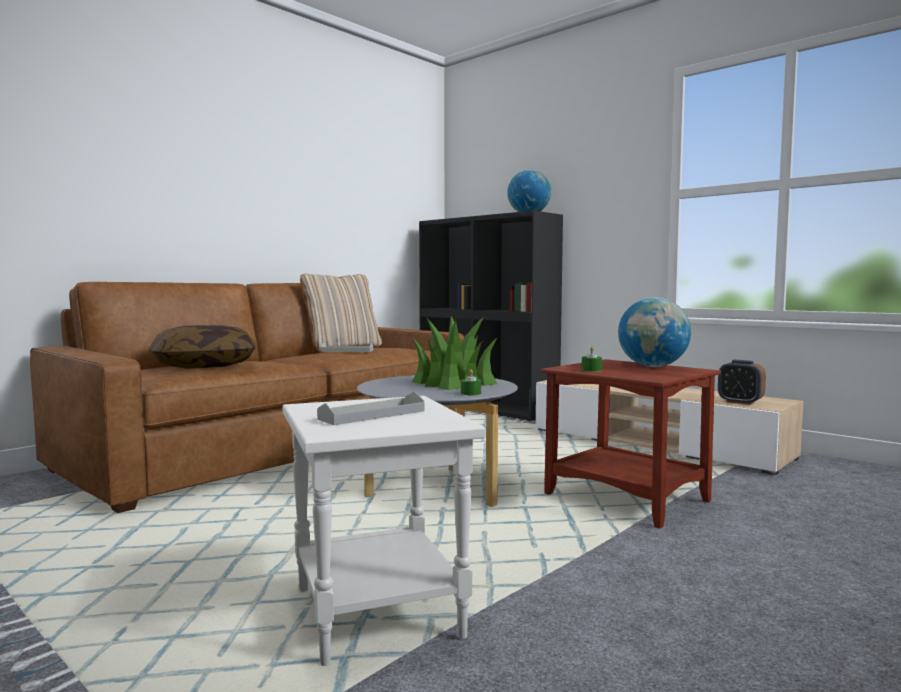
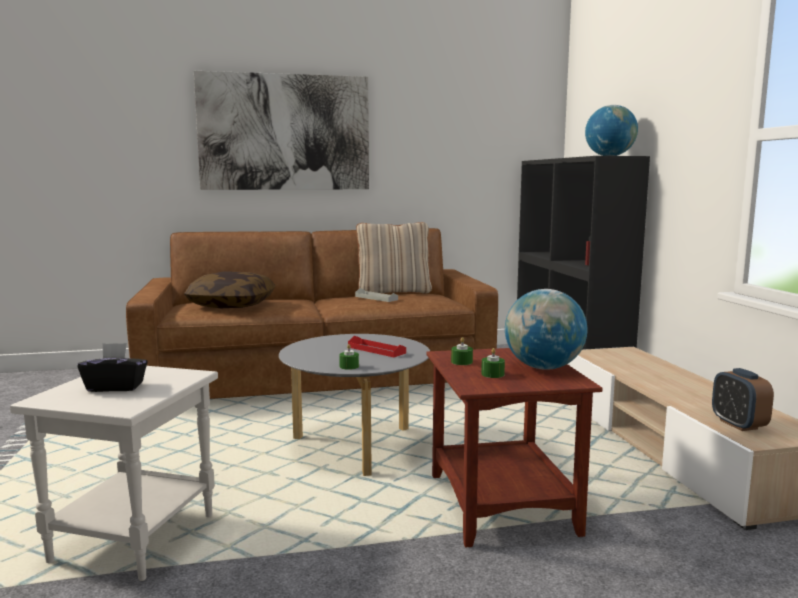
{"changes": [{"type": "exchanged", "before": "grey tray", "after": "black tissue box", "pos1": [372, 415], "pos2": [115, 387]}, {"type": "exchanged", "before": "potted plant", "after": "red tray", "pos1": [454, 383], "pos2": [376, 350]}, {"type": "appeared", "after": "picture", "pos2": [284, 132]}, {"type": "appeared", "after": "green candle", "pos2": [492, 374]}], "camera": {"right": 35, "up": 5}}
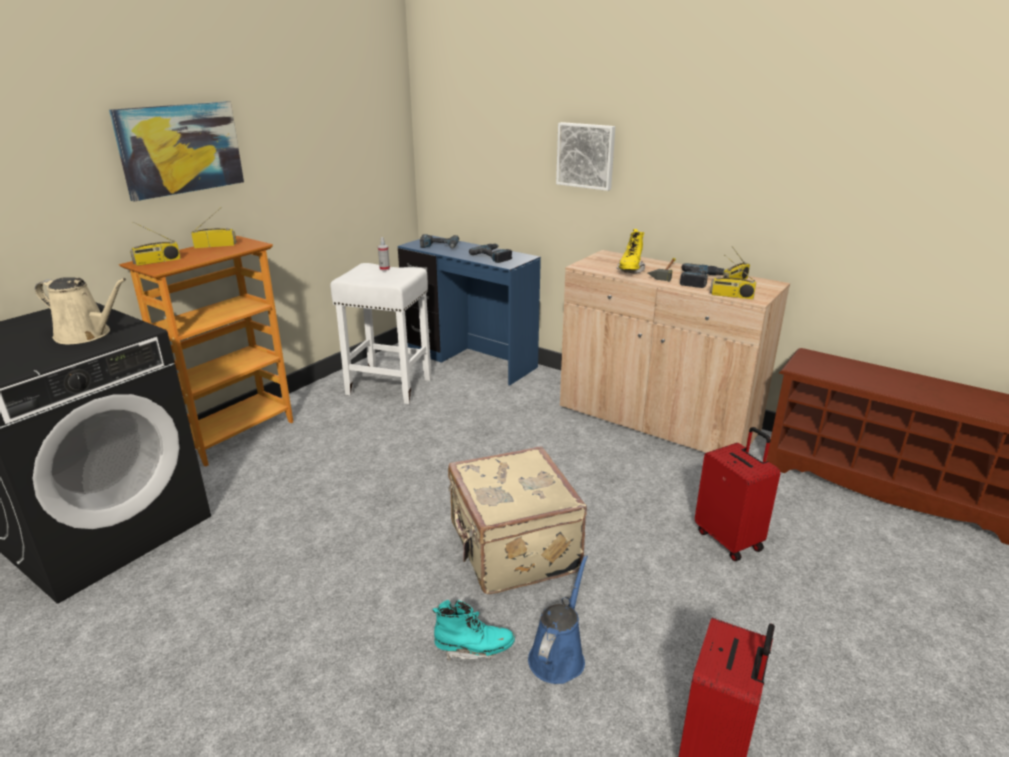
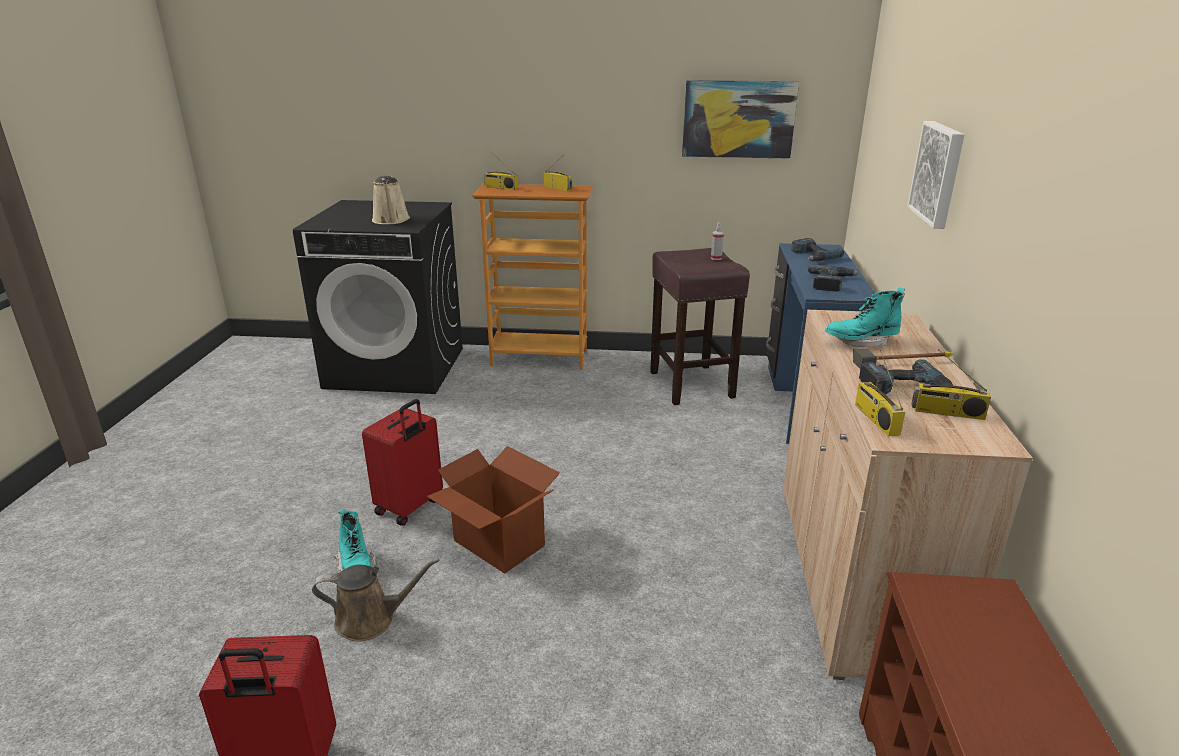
{"changes": [{"type": "relocated", "before": "picture", "pos1": [180, 149], "pos2": [738, 119]}, {"type": "colour", "before": "white stool", "after": "brown stool", "pos1": [387, 386], "pos2": [690, 384]}, {"type": "exchanged", "before": "beige suitcase", "after": "cardboard box", "pos1": [512, 549], "pos2": [498, 544]}, {"type": "colour", "before": "blue watering can", "after": "brown watering can", "pos1": [558, 655], "pos2": [371, 620]}, {"type": "colour", "before": "yellow boot", "after": "turquoise boot", "pos1": [630, 270], "pos2": [861, 342]}, {"type": "relocated", "before": "red suitcase", "pos1": [729, 539], "pos2": [410, 507]}], "camera": {"right": 60, "up": 0}}
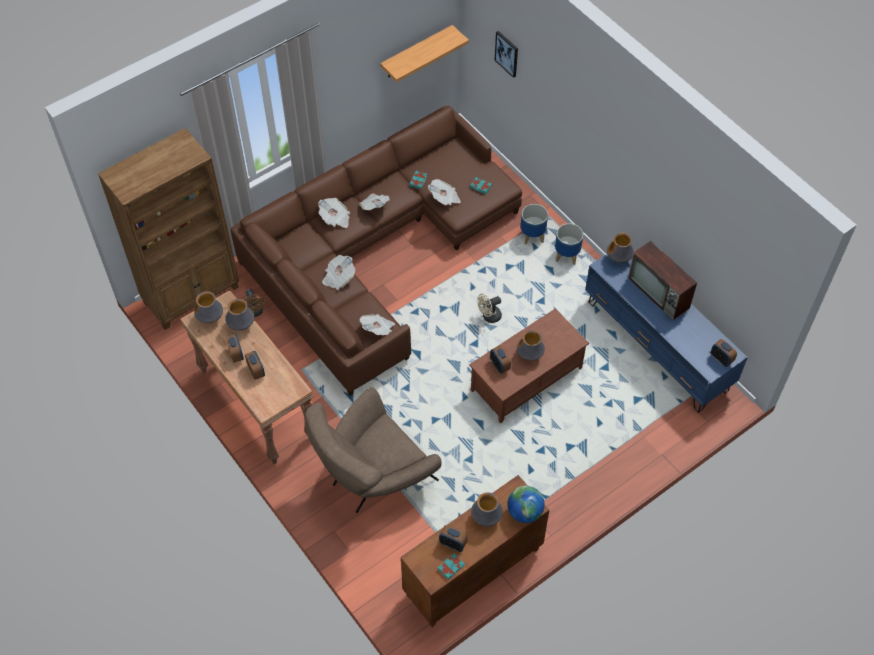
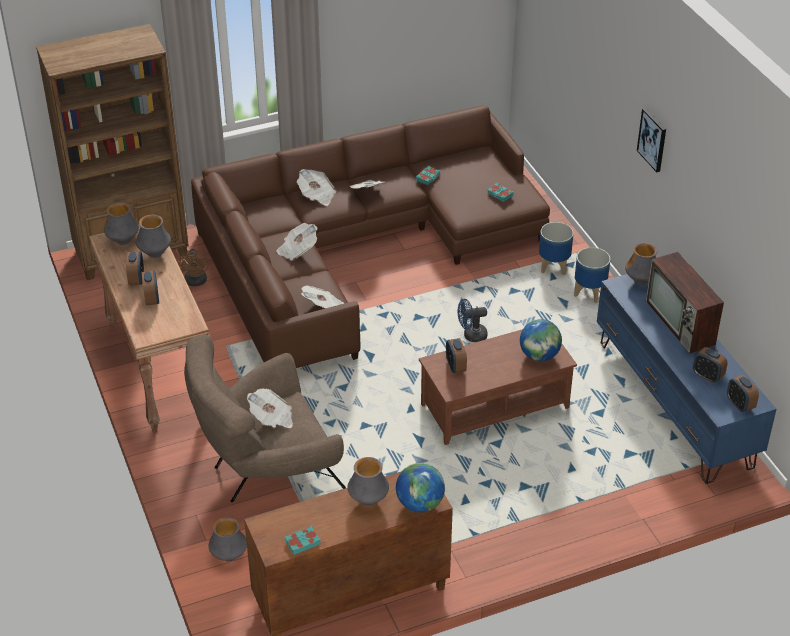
{"changes": [{"type": "missing", "before": "shelf", "pos1": [416, 52]}, {"type": "relocated", "before": "newspaper", "pos1": [444, 198], "pos2": [272, 418]}, {"type": "relocated", "before": "alarm clock", "pos1": [452, 544], "pos2": [707, 376]}, {"type": "colour", "before": "beige fan", "after": "blue fan", "pos1": [489, 317], "pos2": [471, 335]}, {"type": "relocated", "before": "picture", "pos1": [507, 53], "pos2": [652, 139]}, {"type": "relocated", "before": "vase", "pos1": [529, 355], "pos2": [229, 556]}, {"type": "appeared", "after": "globe", "pos2": [539, 355]}], "camera": {"right": 15, "up": -15}}
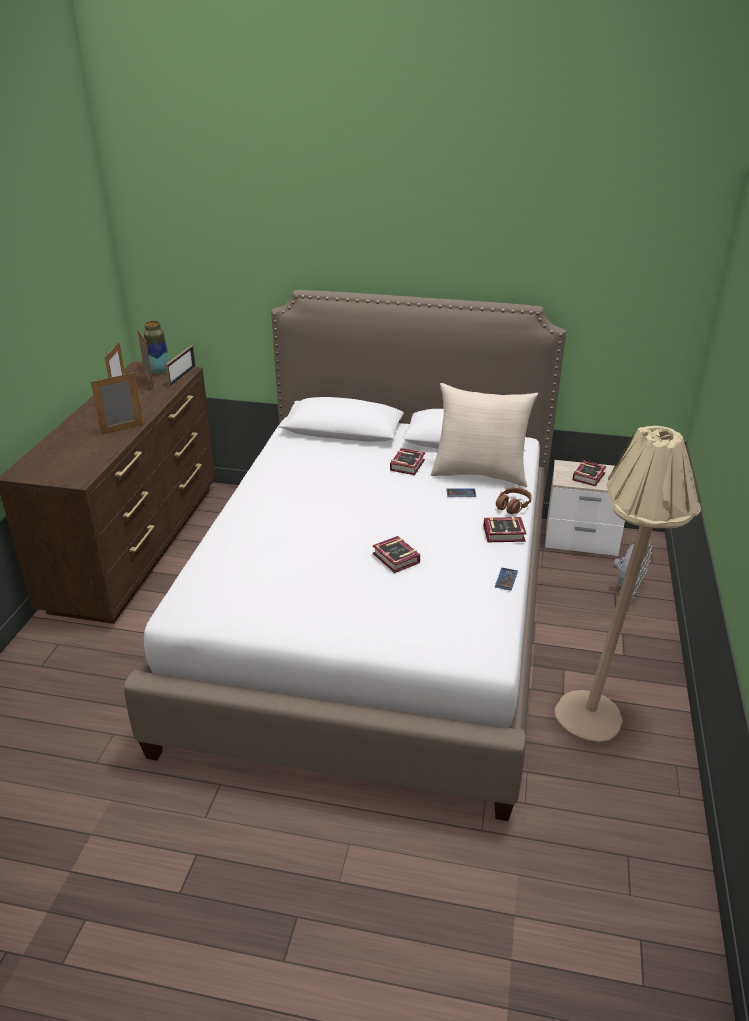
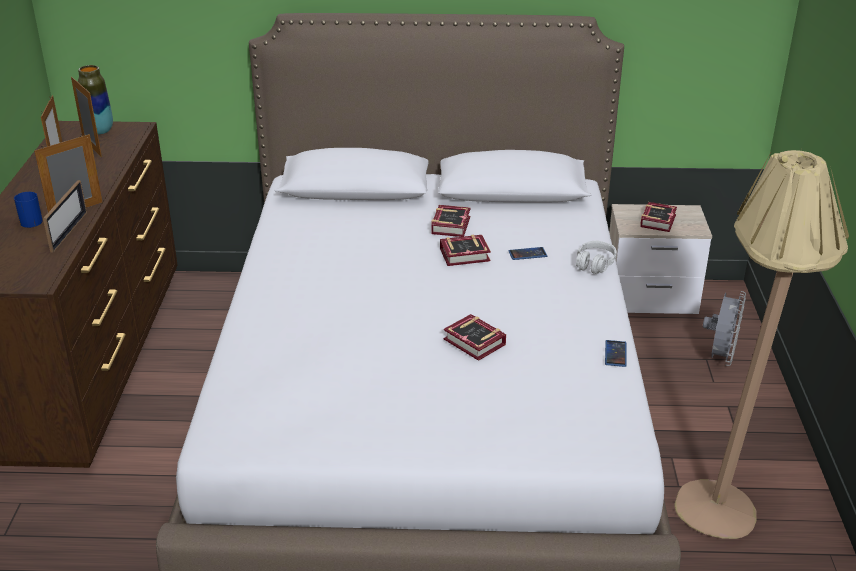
{"changes": [{"type": "relocated", "before": "picture frame", "pos1": [182, 377], "pos2": [69, 231]}, {"type": "missing", "before": "beige pillow", "pos1": [480, 474]}, {"type": "relocated", "before": "book", "pos1": [506, 534], "pos2": [467, 255]}, {"type": "colour", "before": "brown headphones", "after": "grey headphones", "pos1": [512, 506], "pos2": [594, 264]}, {"type": "appeared", "after": "blue mug", "pos2": [29, 221]}], "camera": {"right": -10, "up": 0}}
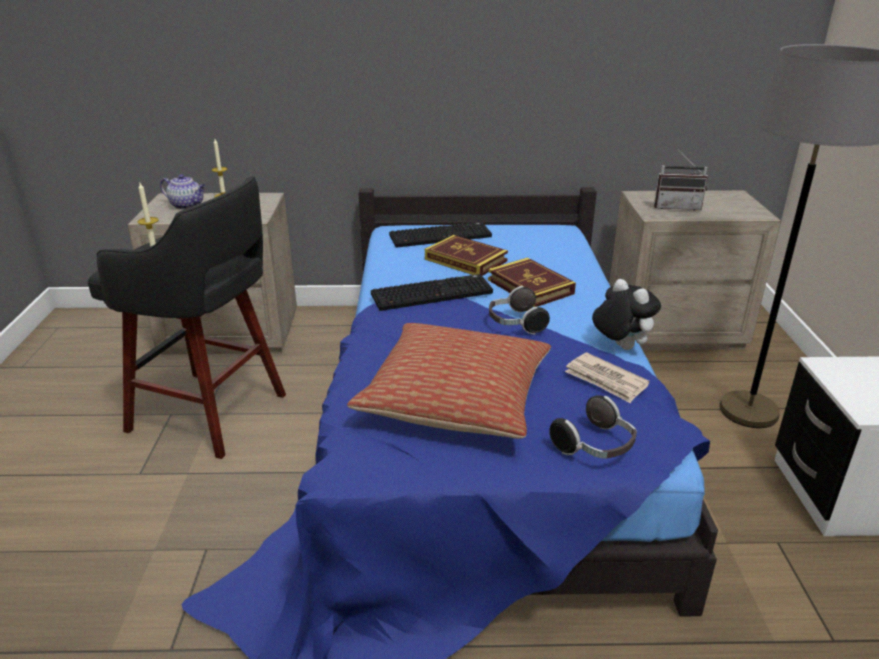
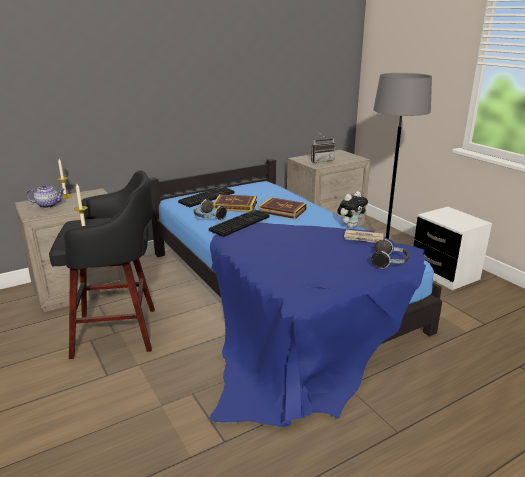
{"changes": [{"type": "missing", "before": "pillow", "pos1": [456, 399]}, {"type": "relocated", "before": "headphones", "pos1": [515, 323], "pos2": [208, 218]}, {"type": "spun", "before": "plush toy", "pos1": [620, 347], "pos2": [351, 226], "turn": 120}], "camera": {"right": -30, "up": -5}}
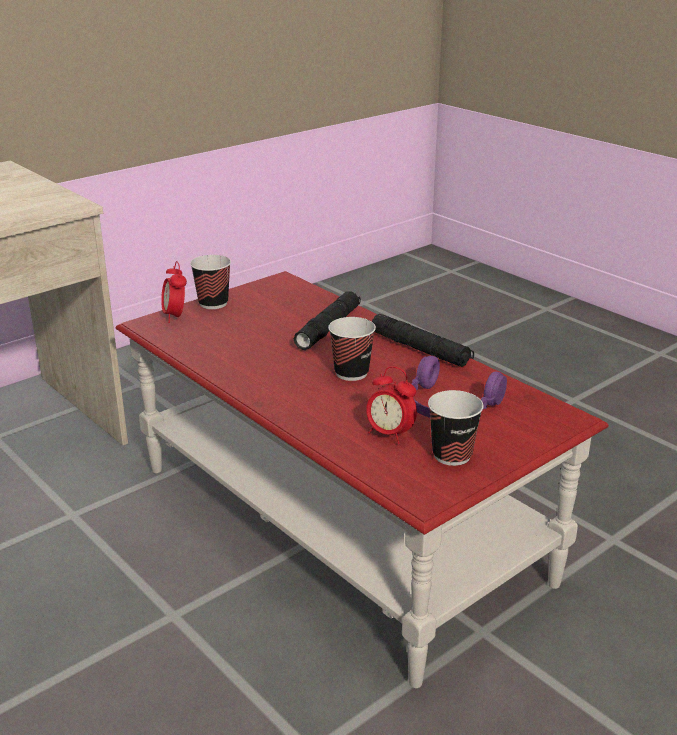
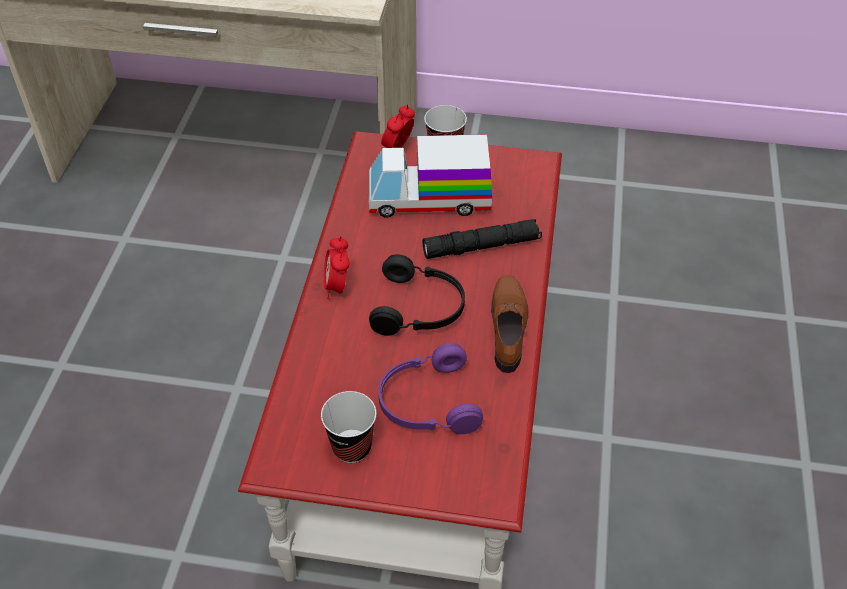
{"changes": [{"type": "exchanged", "before": "cup", "after": "black headphones", "pos1": [351, 373], "pos2": [419, 308]}, {"type": "relocated", "before": "alarm clock", "pos1": [389, 434], "pos2": [337, 287]}, {"type": "exchanged", "before": "black flashlight", "after": "brown shoe", "pos1": [420, 349], "pos2": [509, 326]}, {"type": "appeared", "after": "toy truck", "pos2": [429, 198]}], "camera": {"right": 50, "up": 20}}
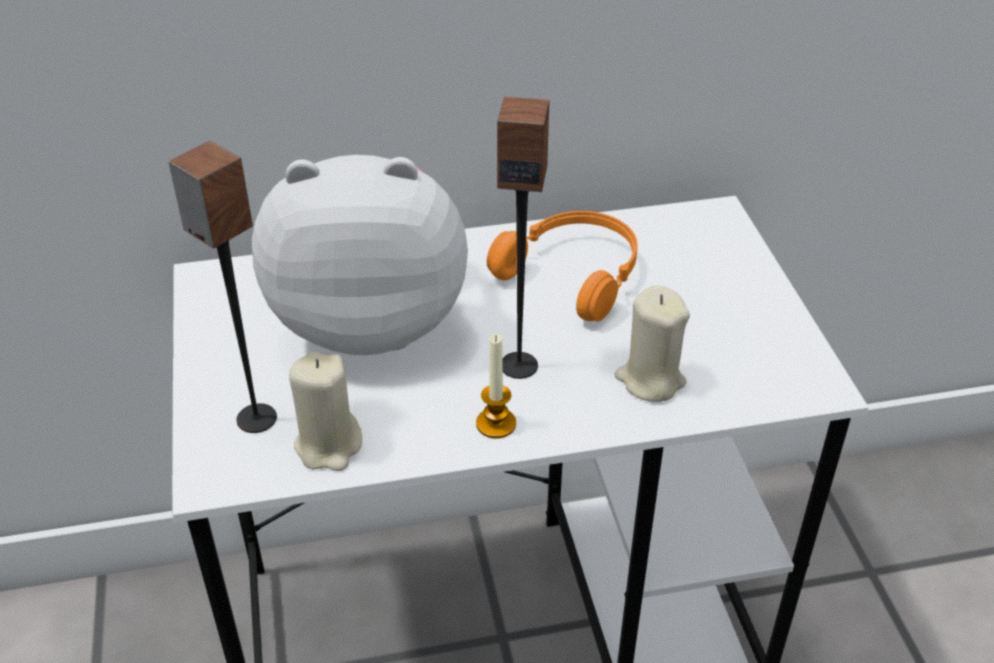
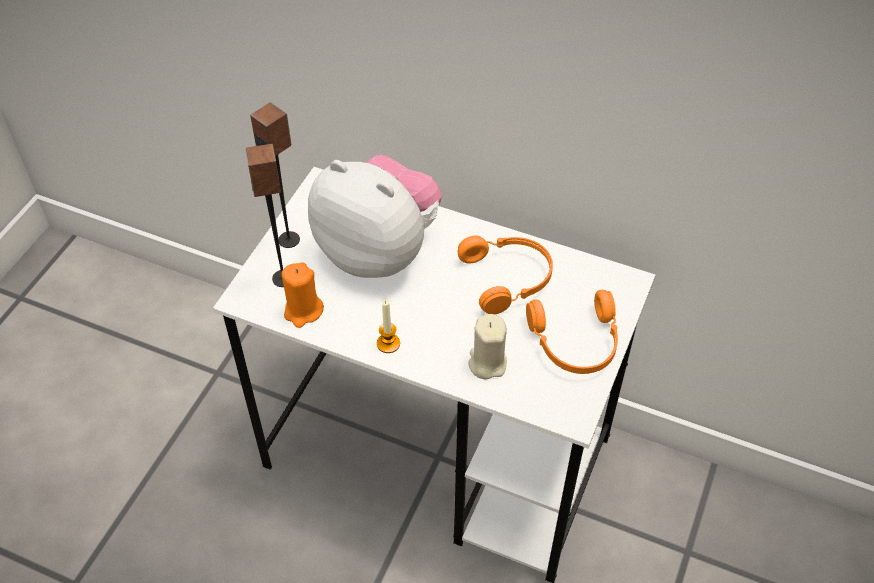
{"changes": [{"type": "colour", "before": "beige candle", "after": "orange candle", "pos1": [329, 445], "pos2": [303, 311]}, {"type": "relocated", "before": "speaker", "pos1": [519, 365], "pos2": [289, 239]}, {"type": "appeared", "after": "orange headphones", "pos2": [576, 343]}], "camera": {"right": 35, "up": 10}}
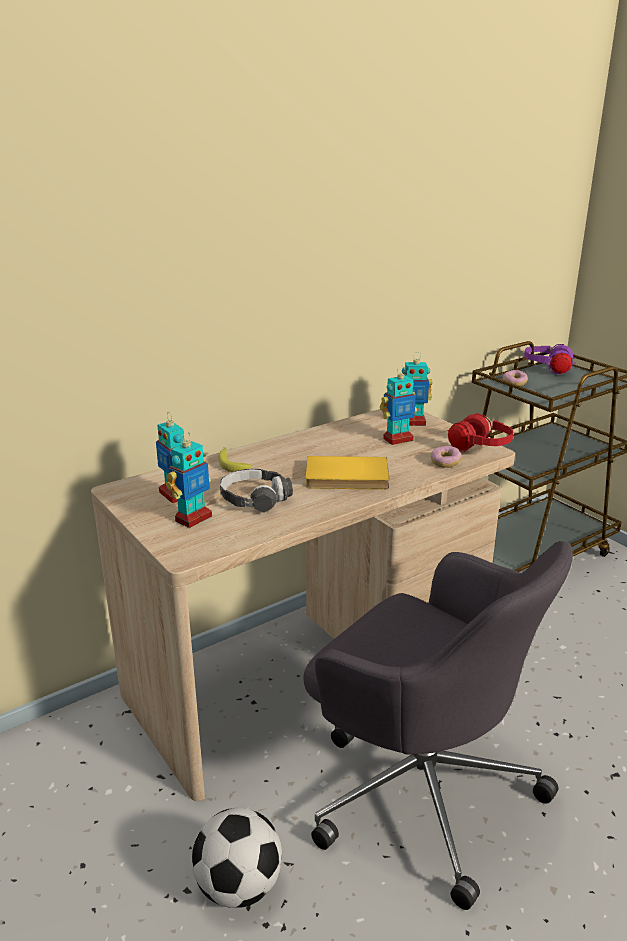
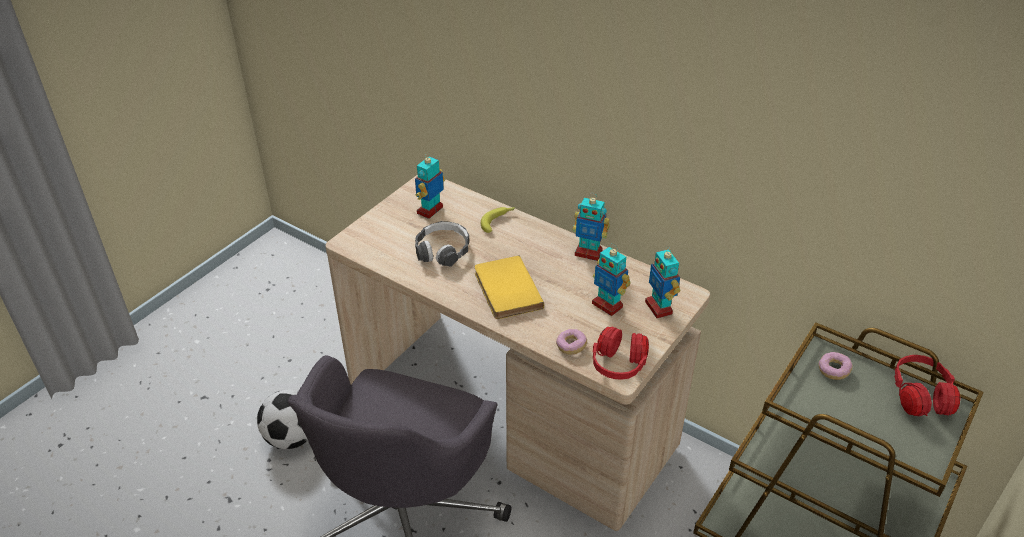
{"changes": [{"type": "relocated", "before": "toy robot", "pos1": [193, 518], "pos2": [588, 253]}, {"type": "colour", "before": "purple headphones", "after": "red headphones", "pos1": [548, 370], "pos2": [919, 399]}], "camera": {"right": 70, "up": 15}}
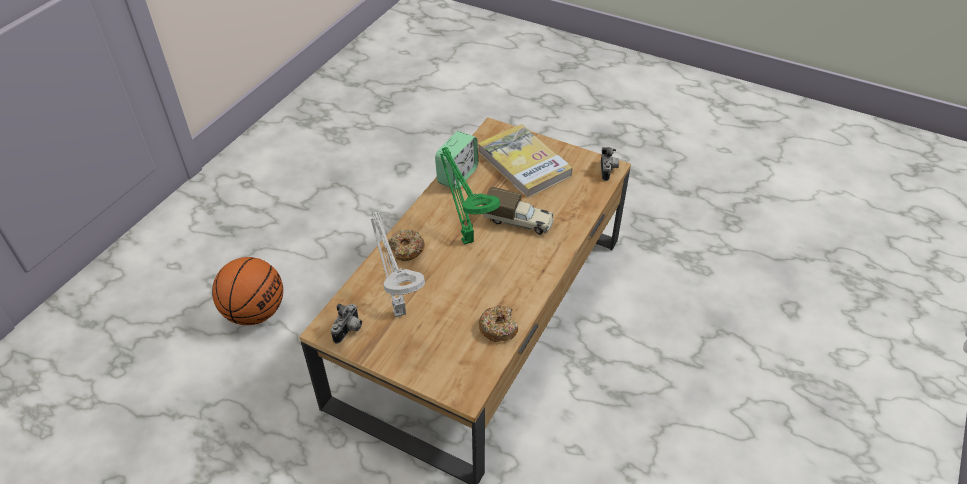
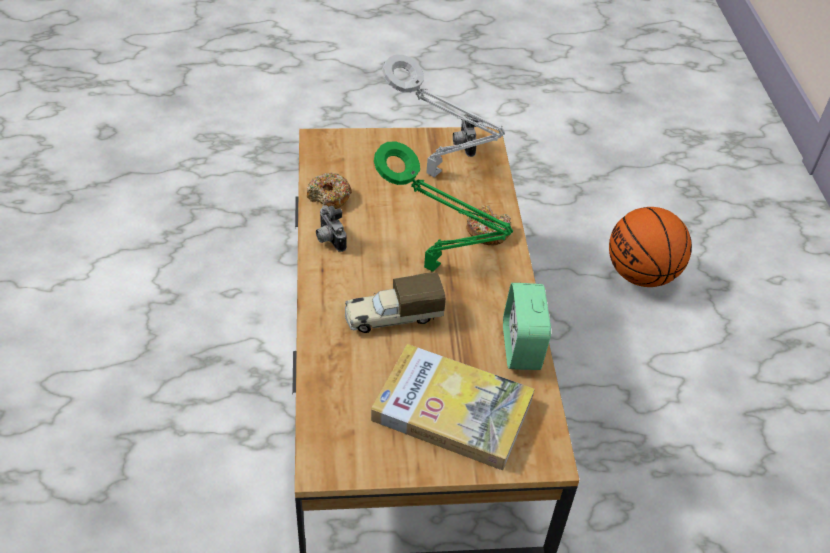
{"changes": [{"type": "relocated", "before": "photo camera", "pos1": [608, 171], "pos2": [328, 239]}], "camera": {"right": 145, "up": 0}}
